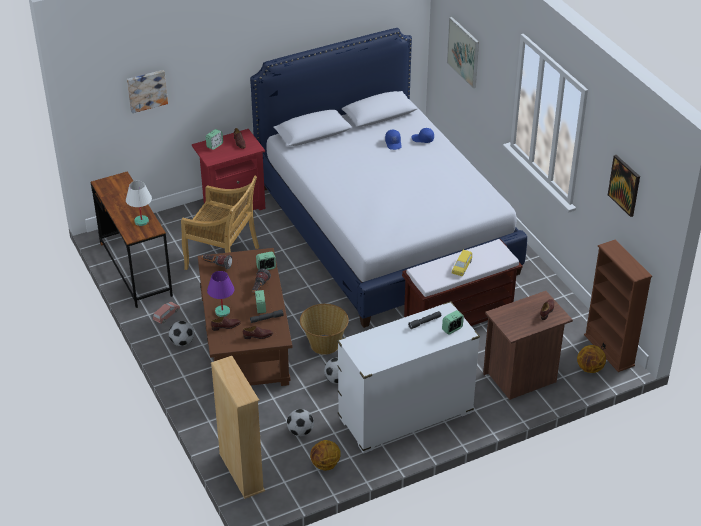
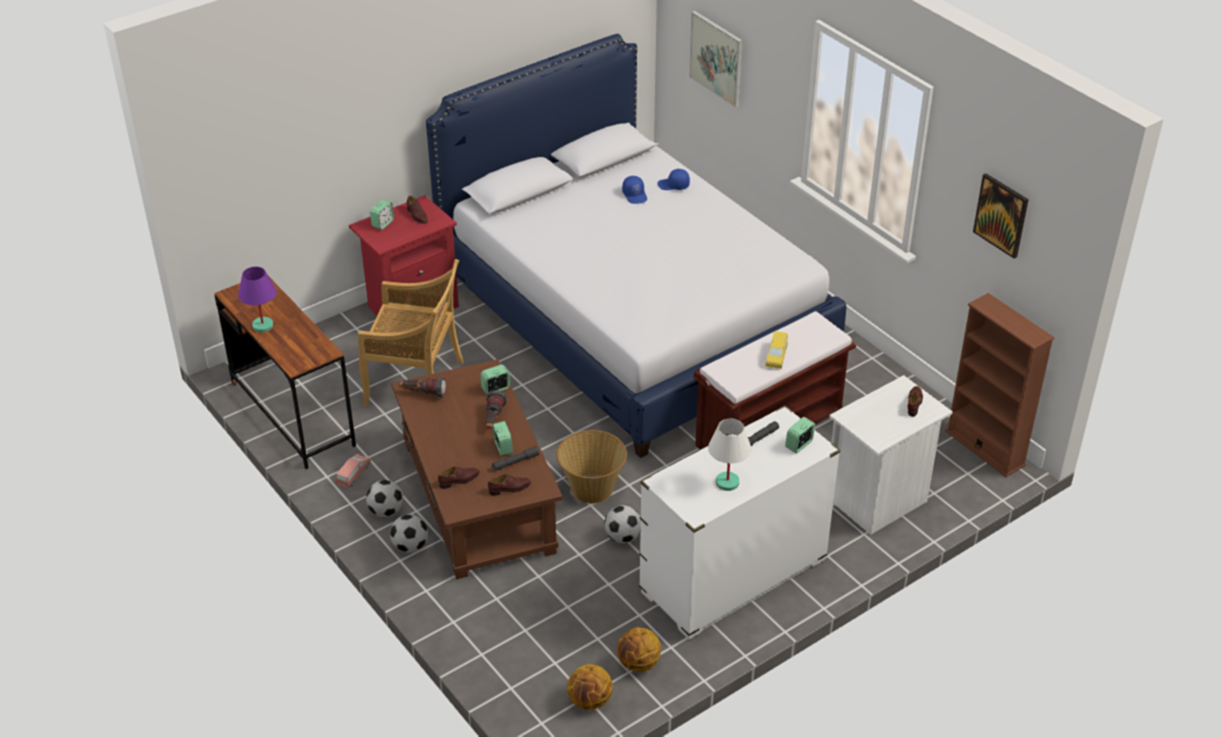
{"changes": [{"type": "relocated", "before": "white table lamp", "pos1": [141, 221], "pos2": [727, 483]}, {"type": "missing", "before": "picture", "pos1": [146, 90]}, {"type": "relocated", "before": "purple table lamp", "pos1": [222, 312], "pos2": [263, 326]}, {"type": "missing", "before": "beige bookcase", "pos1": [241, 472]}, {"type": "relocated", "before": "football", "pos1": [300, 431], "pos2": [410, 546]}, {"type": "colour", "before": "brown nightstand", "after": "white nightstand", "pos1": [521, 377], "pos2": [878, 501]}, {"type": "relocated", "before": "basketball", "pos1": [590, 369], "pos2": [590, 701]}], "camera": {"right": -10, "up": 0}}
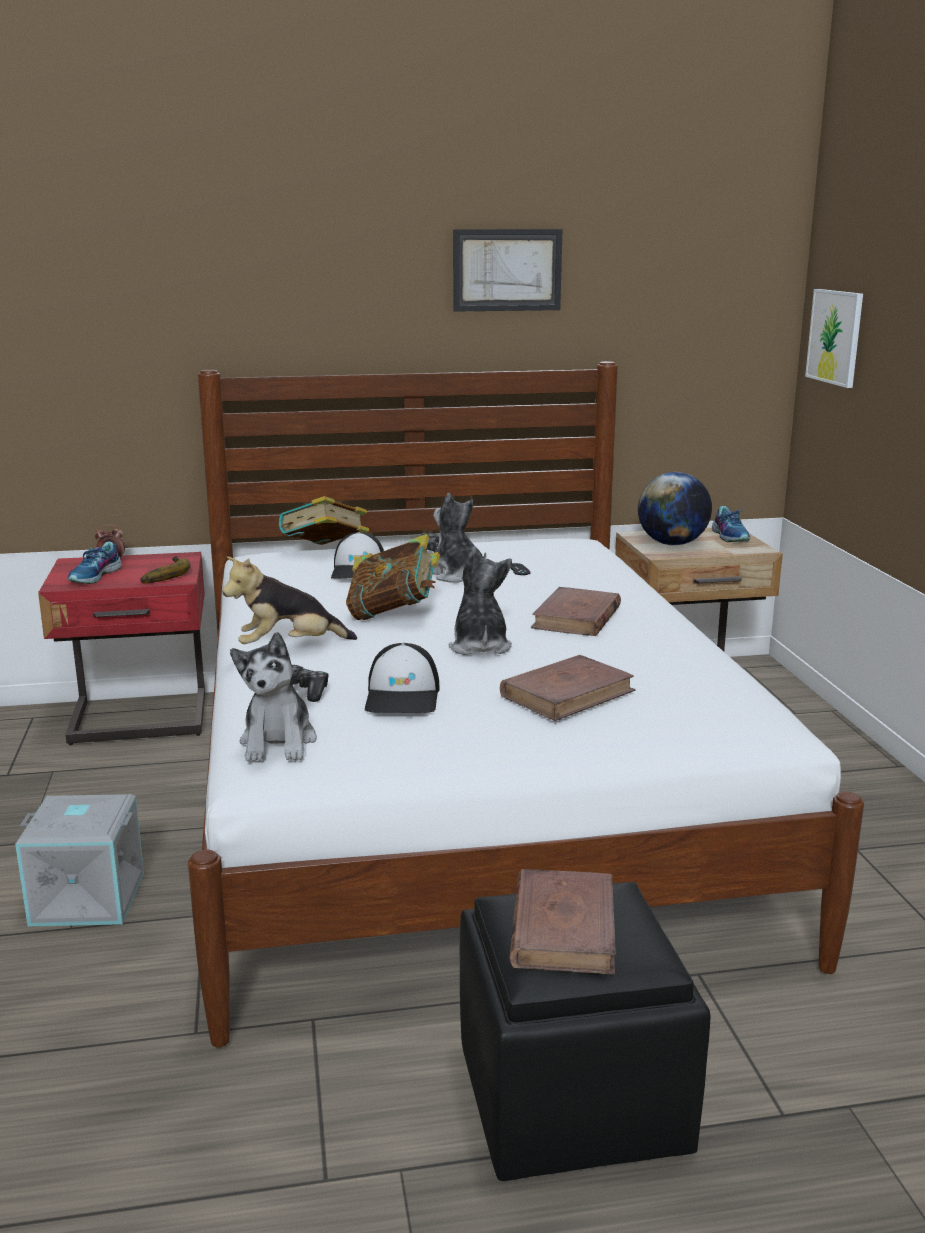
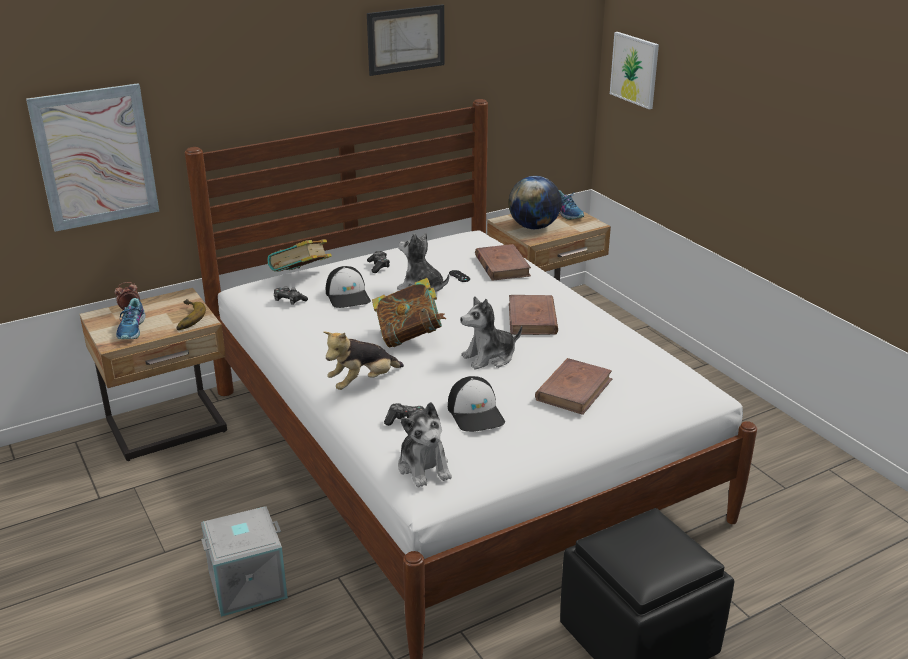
{"changes": [{"type": "colour", "before": "red nightstand", "after": "beige nightstand", "pos1": [140, 722], "pos2": [168, 428]}, {"type": "spun", "before": "plush toy", "pos1": [479, 646], "pos2": [489, 357], "turn": -90}, {"type": "relocated", "before": "brown book", "pos1": [563, 927], "pos2": [502, 266]}, {"type": "appeared", "after": "picture", "pos2": [95, 157]}, {"type": "appeared", "after": "game controller", "pos2": [289, 301]}], "camera": {"right": -20, "up": 10}}
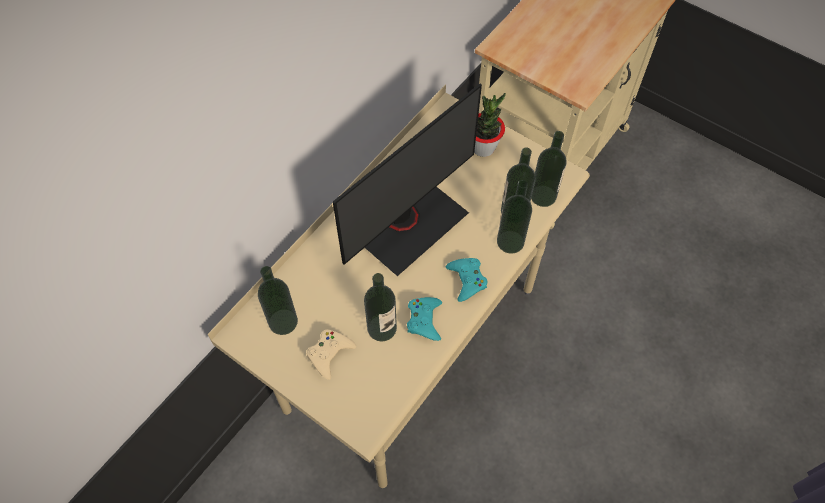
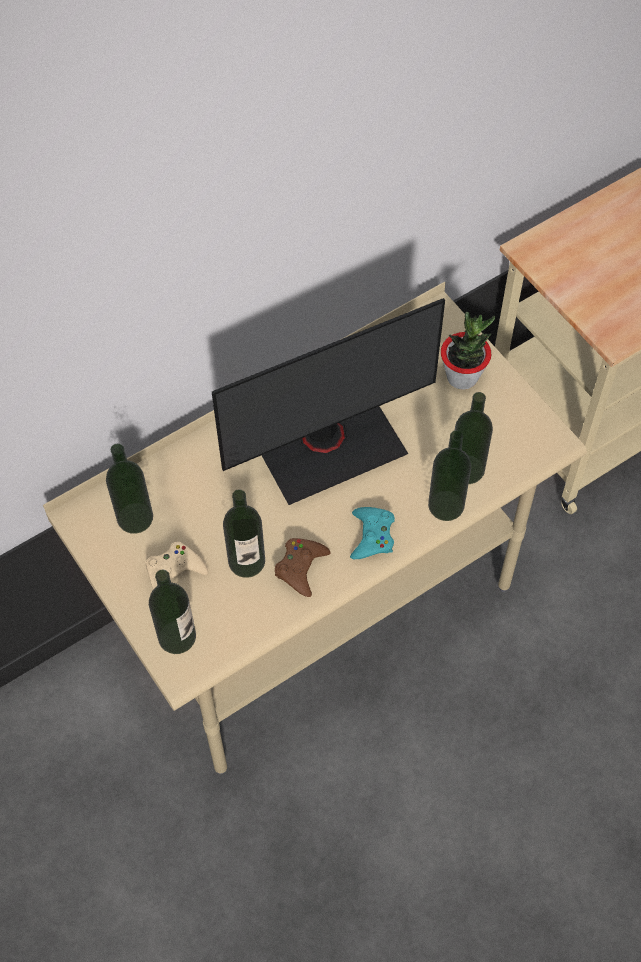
{"changes": [{"type": "colour", "before": "turquoise game controller", "after": "brown game controller", "pos1": [424, 320], "pos2": [301, 568]}, {"type": "relocated", "before": "bottle", "pos1": [543, 196], "pos2": [177, 637]}], "camera": {"right": 20, "up": 0}}
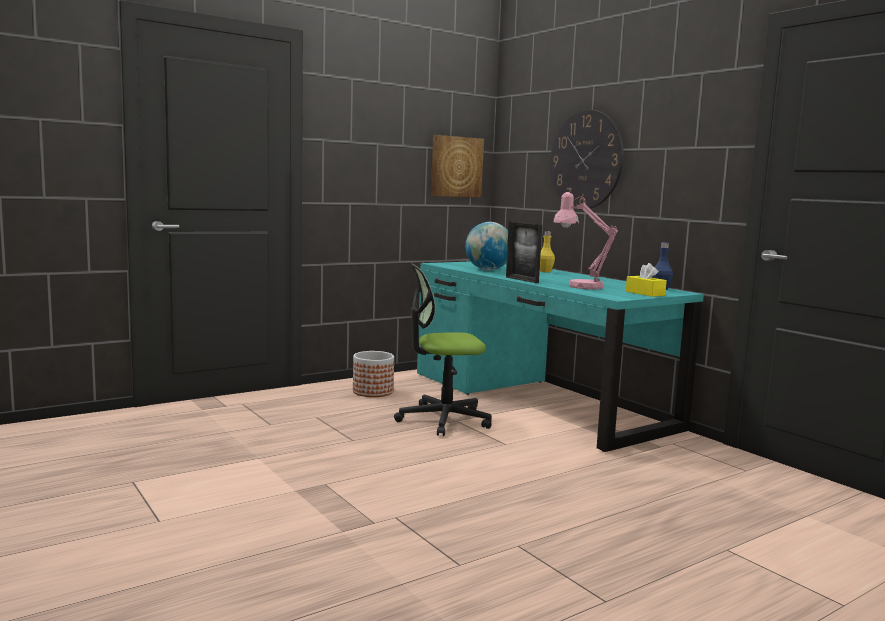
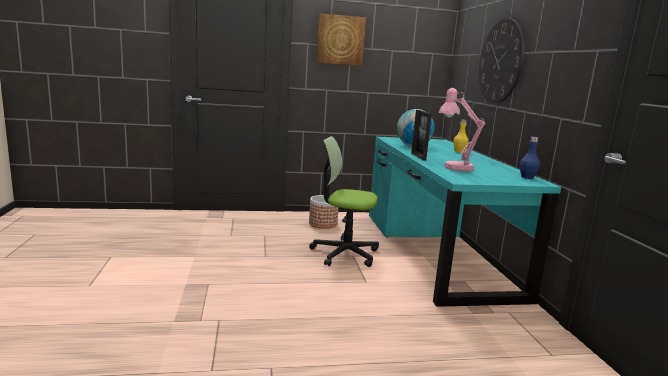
{"changes": [{"type": "relocated", "before": "picture", "pos1": [456, 167], "pos2": [340, 40]}, {"type": "missing", "before": "yellow tissue box", "pos1": [645, 293]}], "camera": {"right": 25, "up": 5}}
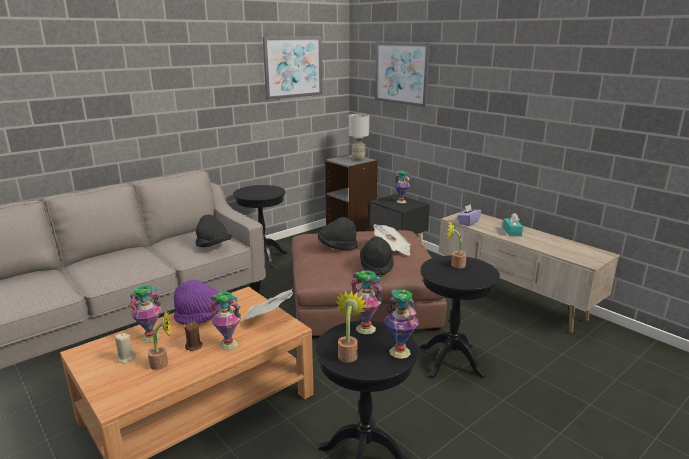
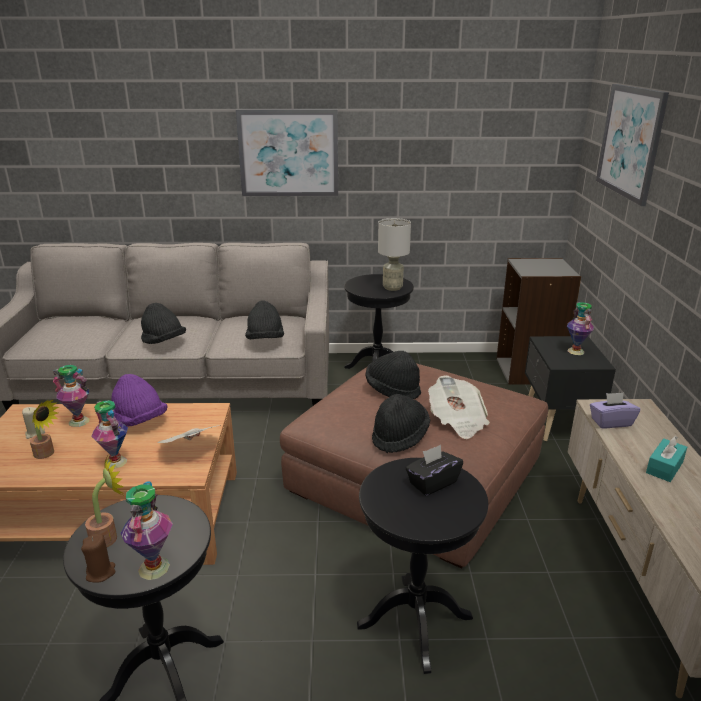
{"changes": [{"type": "relocated", "before": "brown candle", "pos1": [194, 346], "pos2": [101, 573]}, {"type": "relocated", "before": "picture", "pos1": [293, 67], "pos2": [288, 153]}, {"type": "relocated", "before": "grey table lamp", "pos1": [358, 159], "pos2": [392, 288]}, {"type": "missing", "before": "vase", "pos1": [366, 328]}, {"type": "exchanged", "before": "potted plant", "after": "black tissue box", "pos1": [455, 265], "pos2": [432, 483]}, {"type": "appeared", "after": "black hat", "pos2": [163, 342]}], "camera": {"right": 40, "up": 5}}
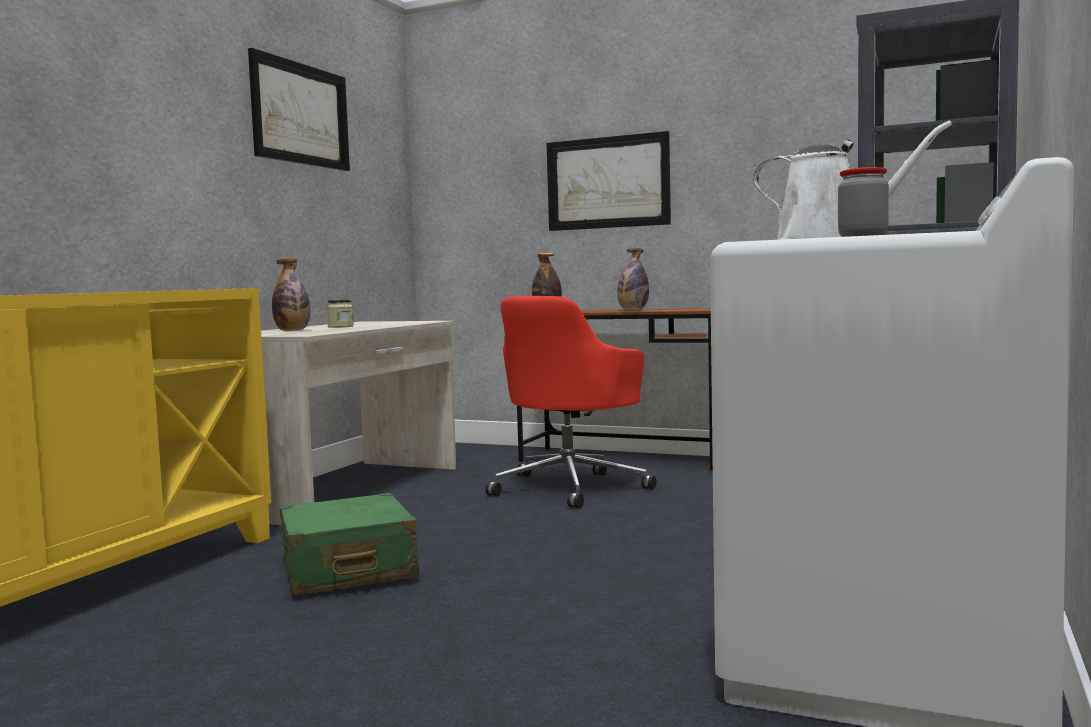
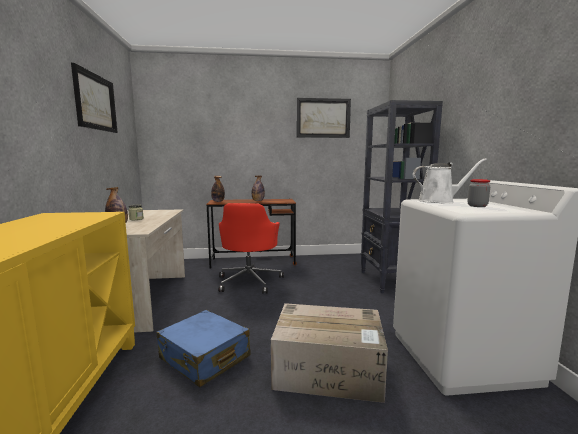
{"changes": [{"type": "colour", "before": "green suitcase", "after": "blue suitcase", "pos1": [347, 570], "pos2": [204, 357]}, {"type": "relocated", "before": "picture", "pos1": [608, 183], "pos2": [323, 118]}, {"type": "appeared", "after": "cardboard box", "pos2": [329, 369]}], "camera": {"right": -30, "up": 5}}
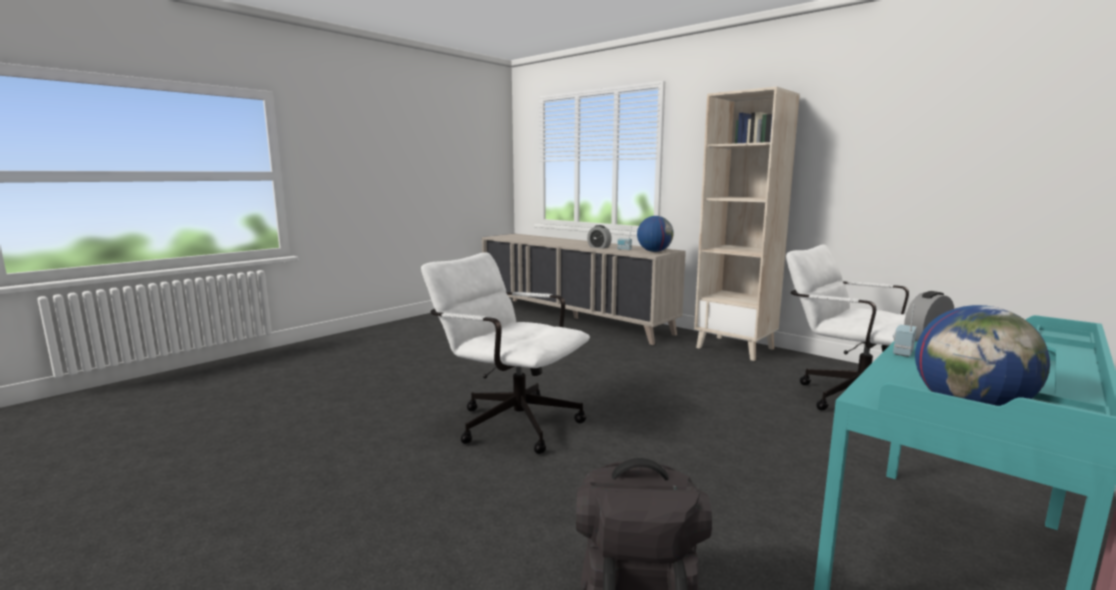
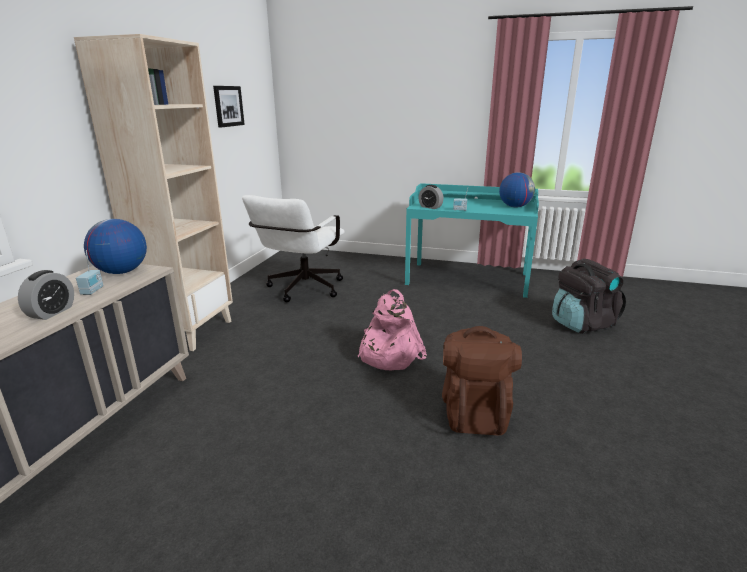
{"changes": [{"type": "exchanged", "before": "white office chair", "after": "brown backpack", "pos1": [509, 421], "pos2": [474, 412]}, {"type": "appeared", "after": "picture", "pos2": [228, 106]}, {"type": "appeared", "after": "pink backpack", "pos2": [388, 354]}], "camera": {"right": -115, "up": 10}}
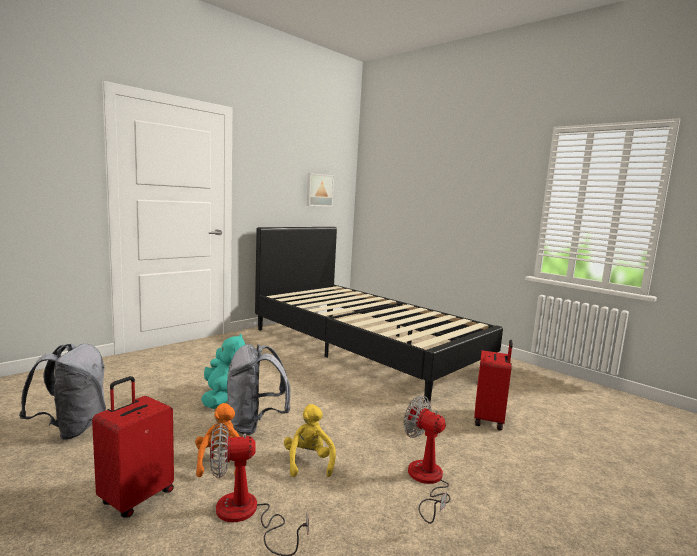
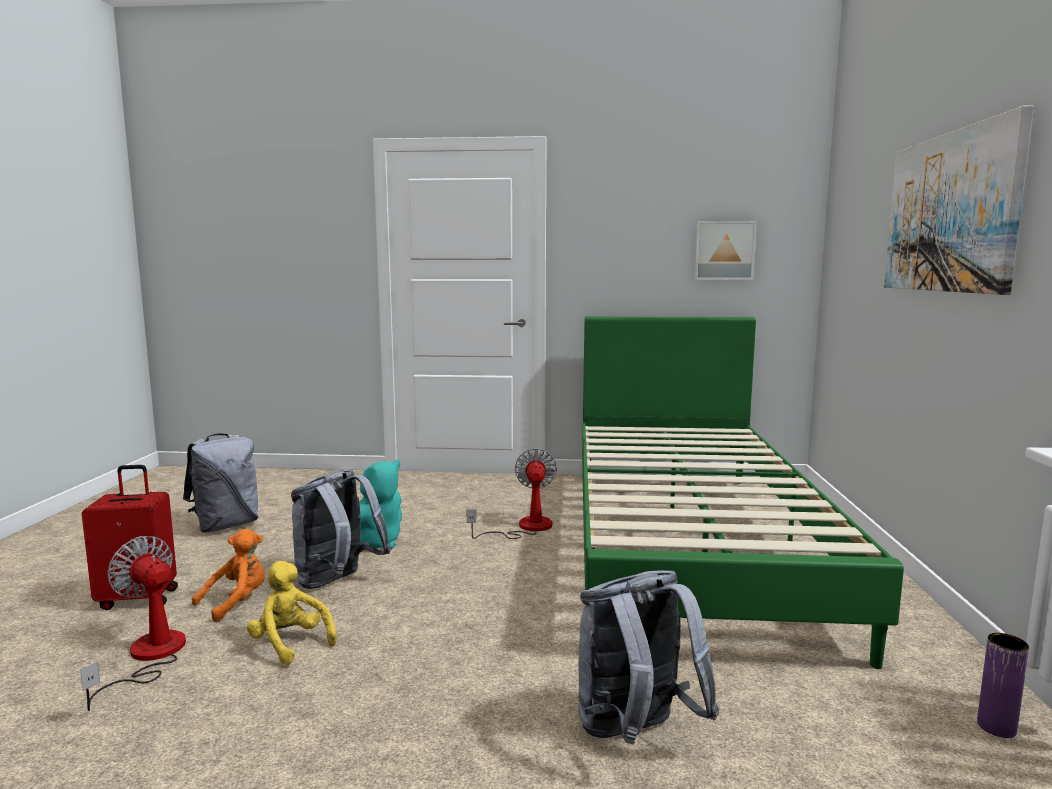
{"changes": [{"type": "colour", "before": "black bed", "after": "green bed", "pos1": [365, 347], "pos2": [688, 543]}, {"type": "spun", "before": "yellow plush toy", "pos1": [308, 462], "pos2": [290, 644], "turn": -90}, {"type": "relocated", "before": "fan", "pos1": [426, 481], "pos2": [525, 528]}, {"type": "exchanged", "before": "red suitcase", "after": "grey backpack", "pos1": [489, 420], "pos2": [635, 734]}, {"type": "appeared", "after": "picture", "pos2": [950, 213]}, {"type": "appeared", "after": "purple vase", "pos2": [996, 727]}], "camera": {"right": 50, "up": 0}}
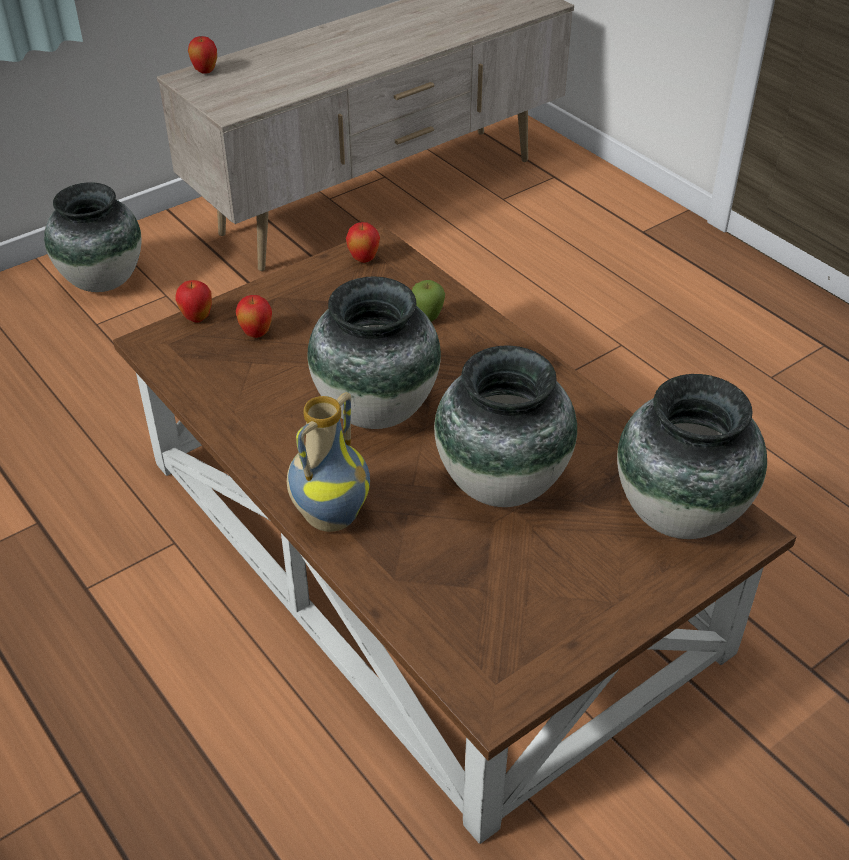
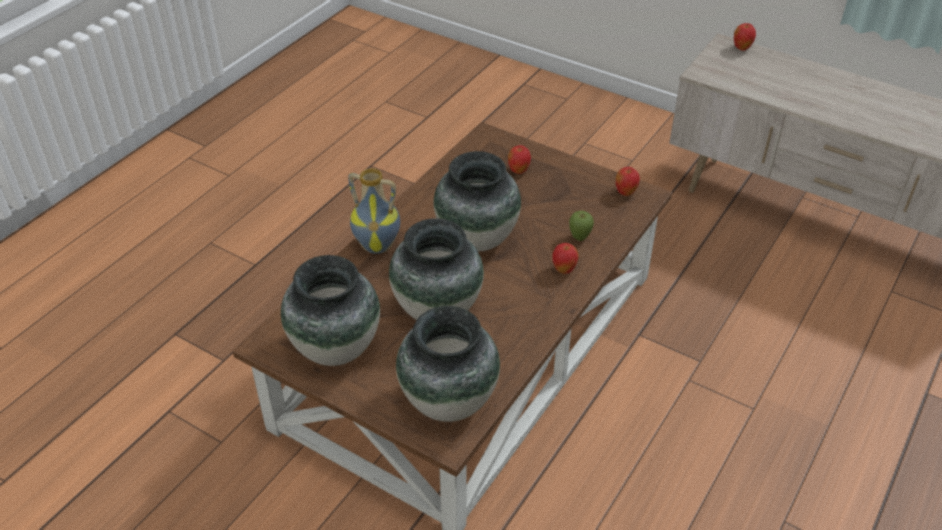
{"changes": [{"type": "relocated", "before": "vase", "pos1": [104, 281], "pos2": [336, 349]}, {"type": "relocated", "before": "apple", "pos1": [197, 318], "pos2": [564, 270]}], "camera": {"right": 70, "up": 0}}
